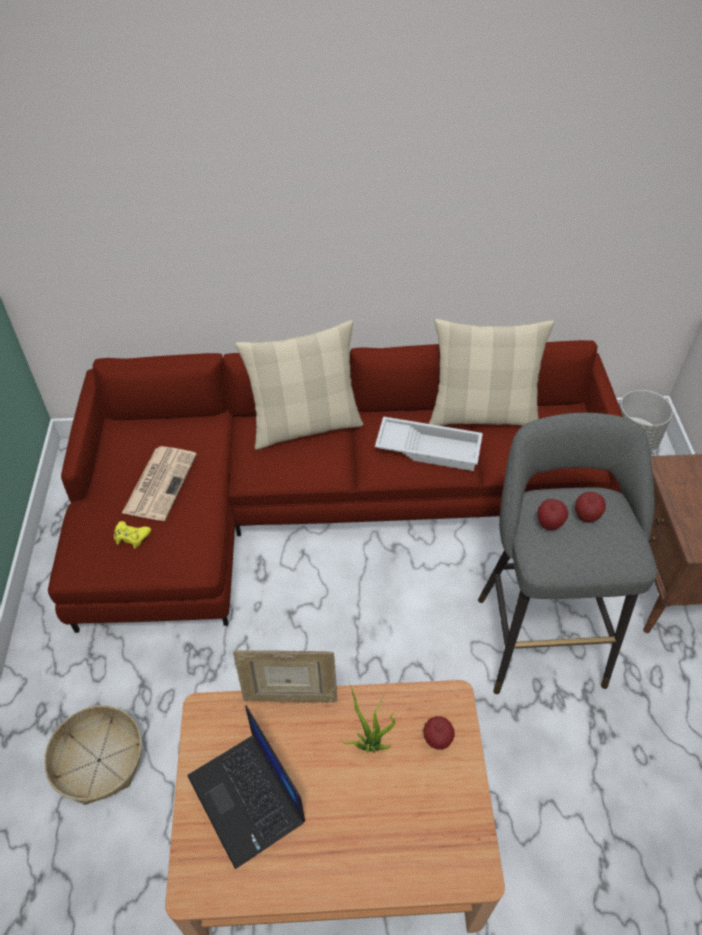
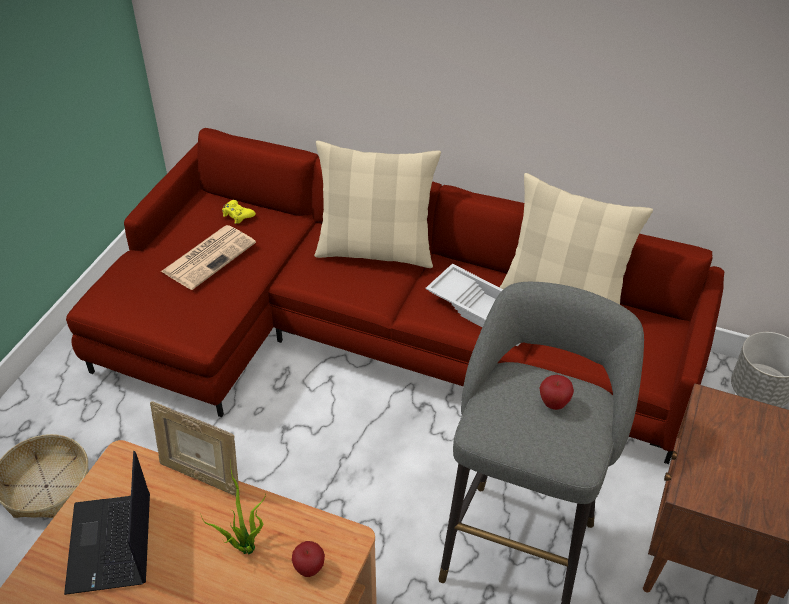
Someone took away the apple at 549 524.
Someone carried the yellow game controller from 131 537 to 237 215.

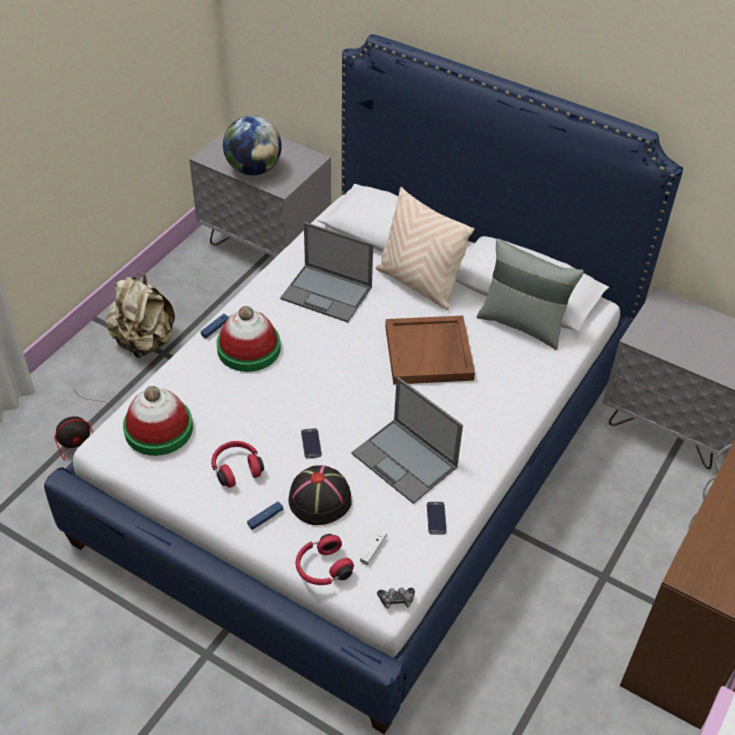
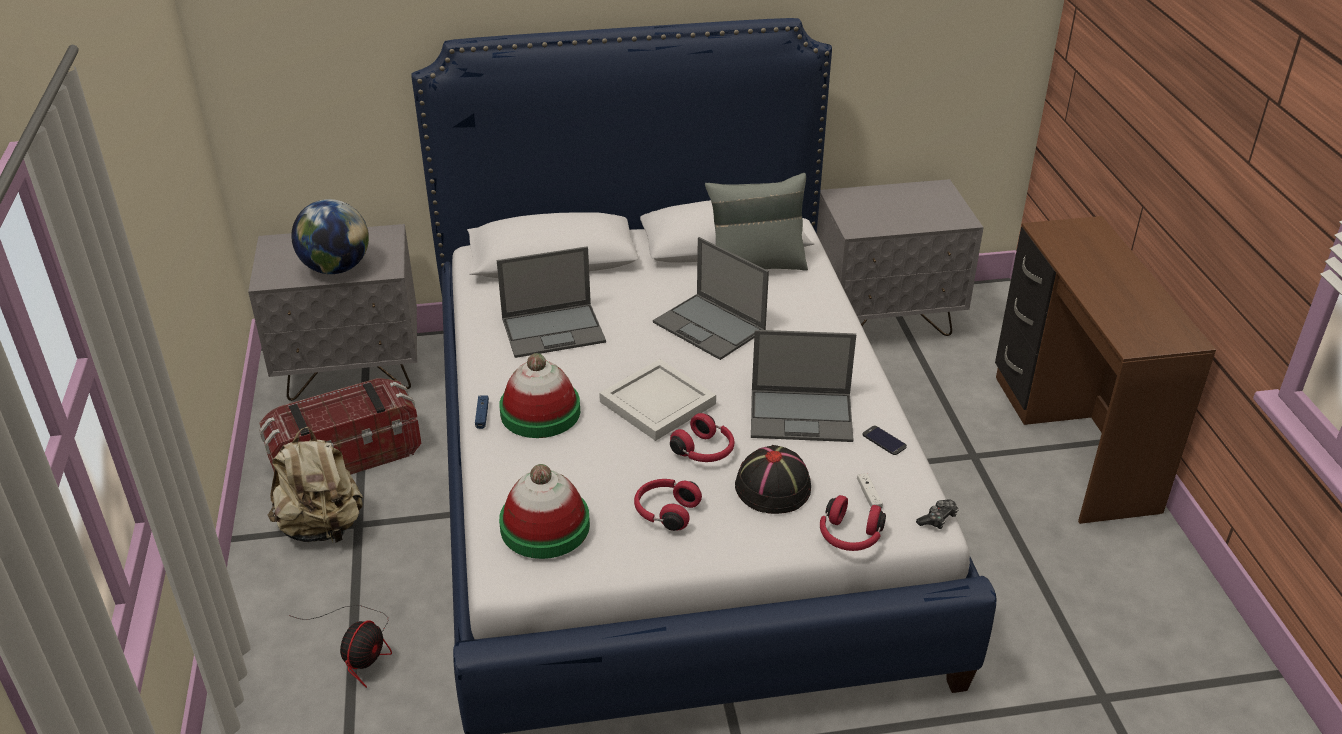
Someone took away the blue game controller at 265 518.
Someone took away the beige pillow at 418 284.
Someone put down the storage box at 345 456.
Someone put down the white tray at 657 404.
Someone swapped the phone at 311 443 for the red headphones at 704 451.
Someone swapped the brown tray at 429 353 for the laptop at 710 327.

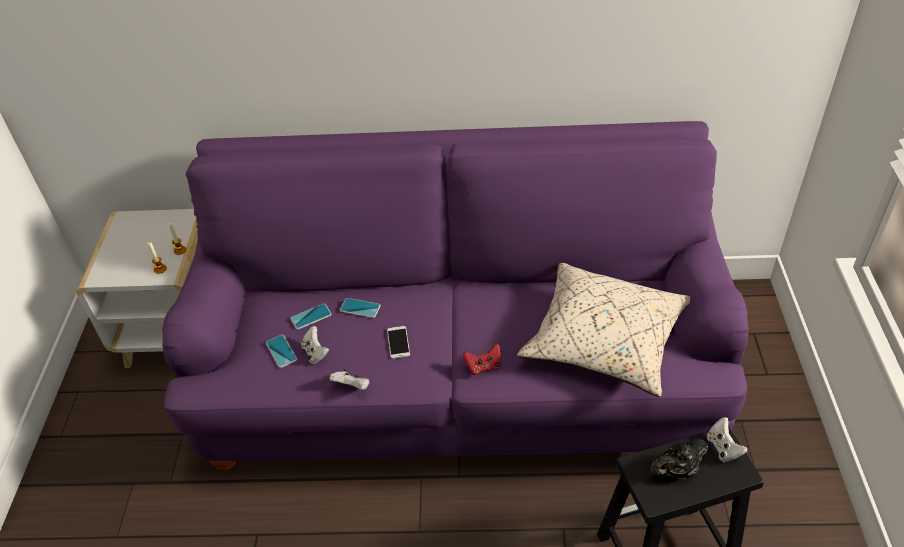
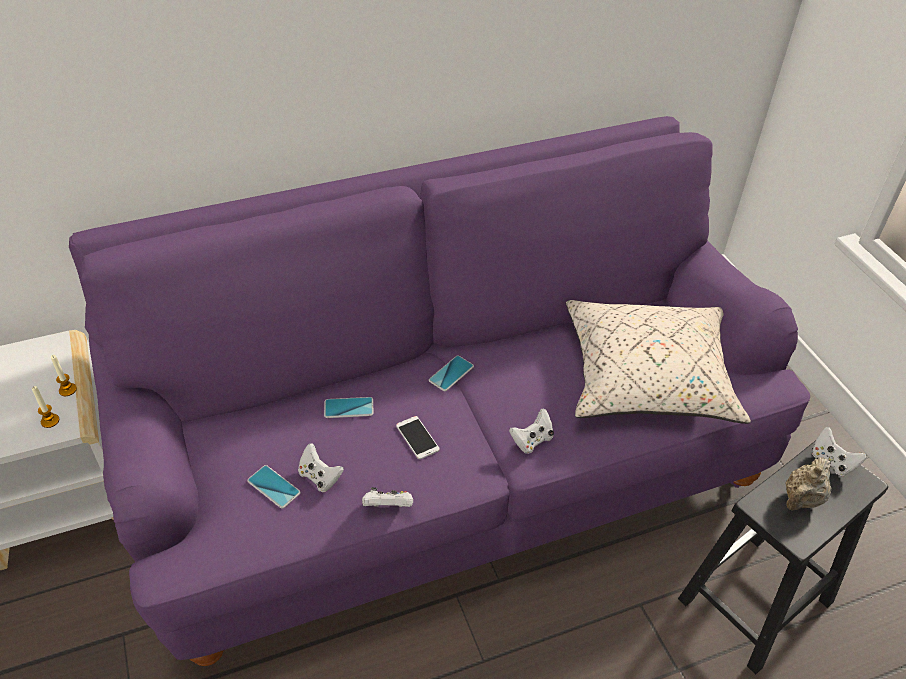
Someone carried the phone from 311 317 to 451 373.
Someone repainted the red game controller at 483 366, which became the white game controller at 532 440.
Someone repainted the black teapot at 677 470, which became the beige teapot at 801 499.

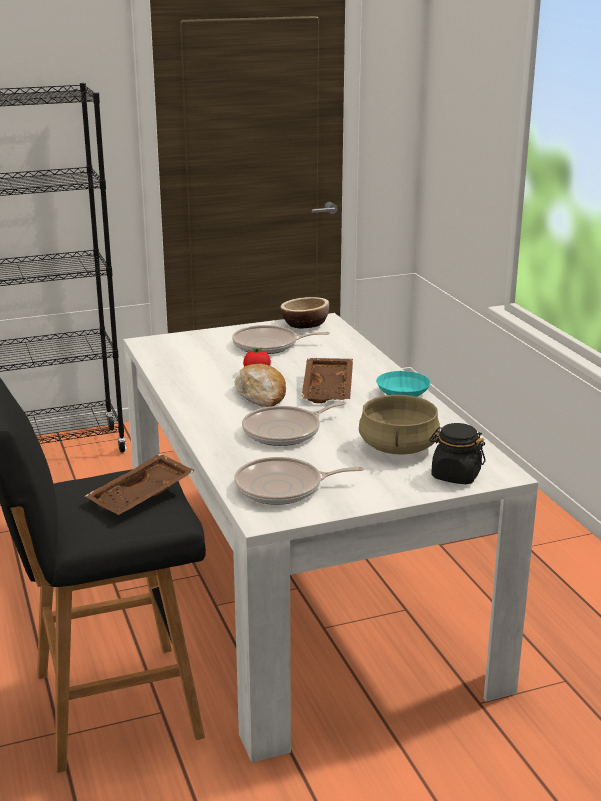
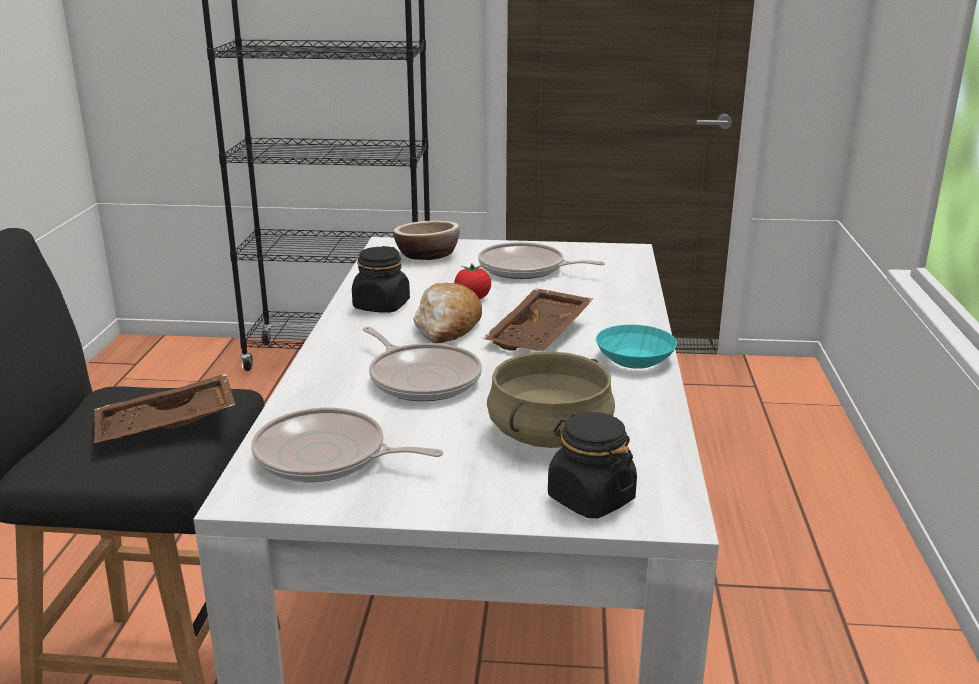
Someone put down the black jar at 381 306.
Someone carried the bowl from 305 324 to 427 256.
Someone rotated the frying pan at 285 431 by 120 degrees counterclockwise.

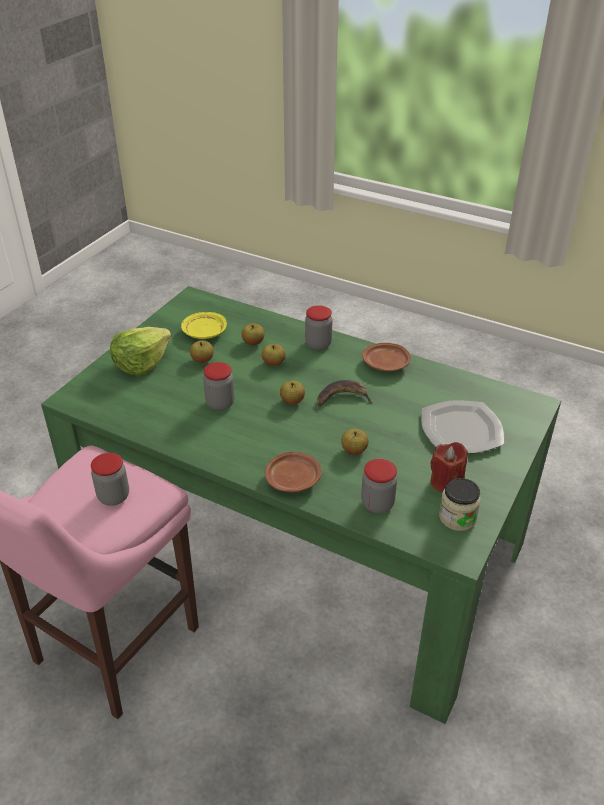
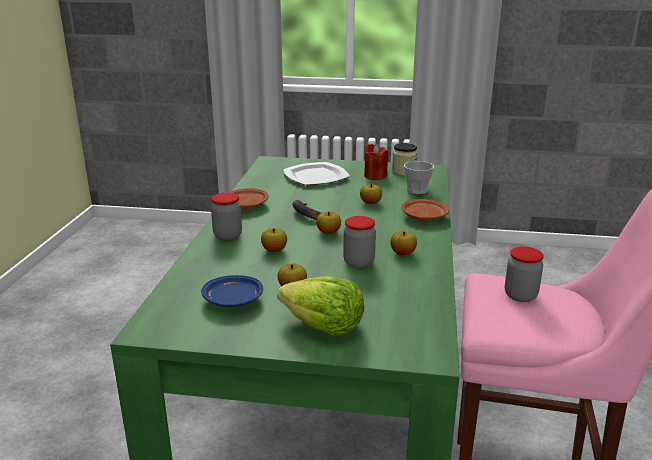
Someone carried the apple from 253 342 to 403 253.
Someone swapped the jar at 377 504 for the cup at 417 190.
Someone repainted the yellow plate at 204 332, which became the blue plate at 234 300.

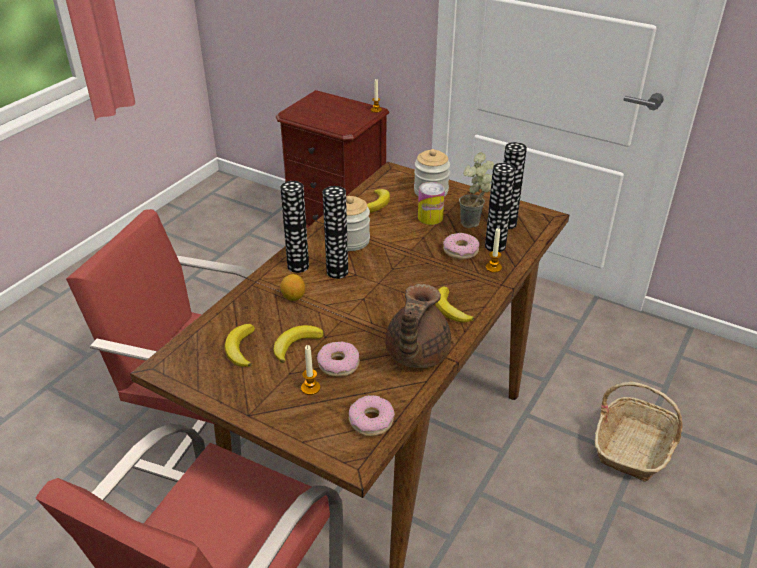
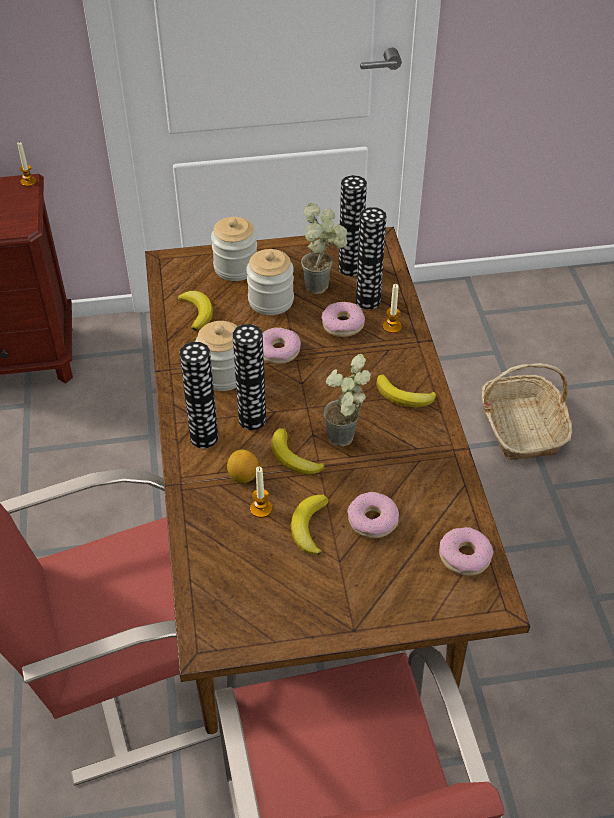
Someone took away the brown teapot at 415 354.
Someone put down the donut at 278 351.
Someone put down the potted plant at 346 442.
Someone carried the banana from 240 349 to 293 457.
Someone carried the candle from 310 388 to 261 509.
Someone swapped the can at 430 217 for the jar at 271 301.

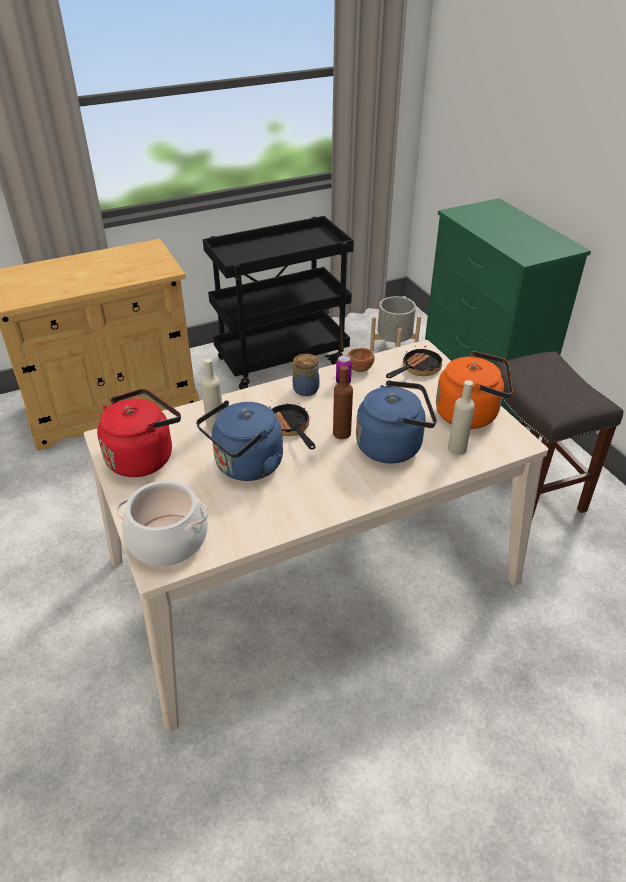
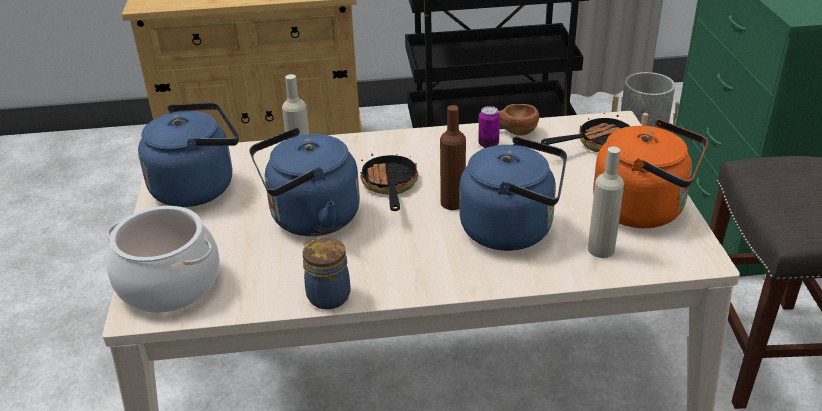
Someone carried the jar from 305 388 to 329 295.
Someone repainted the red kettle at 143 457, which became the blue kettle at 198 187.

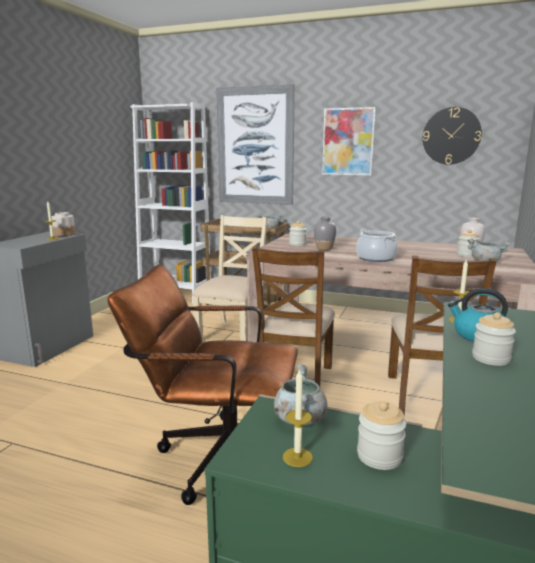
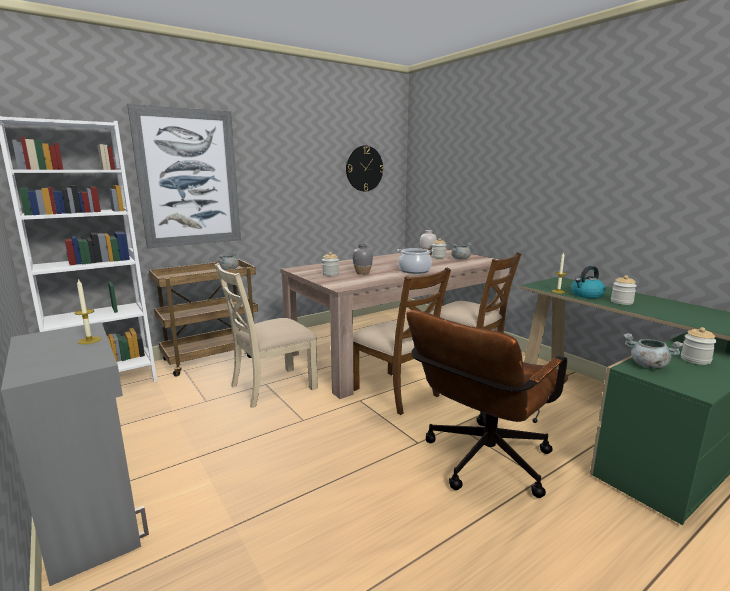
Someone took away the jar at 64 234.
Someone took away the candle at 297 457.
Someone took away the picture at 348 142.
Someone rotated the beige chair at 233 333 by 90 degrees counterclockwise.

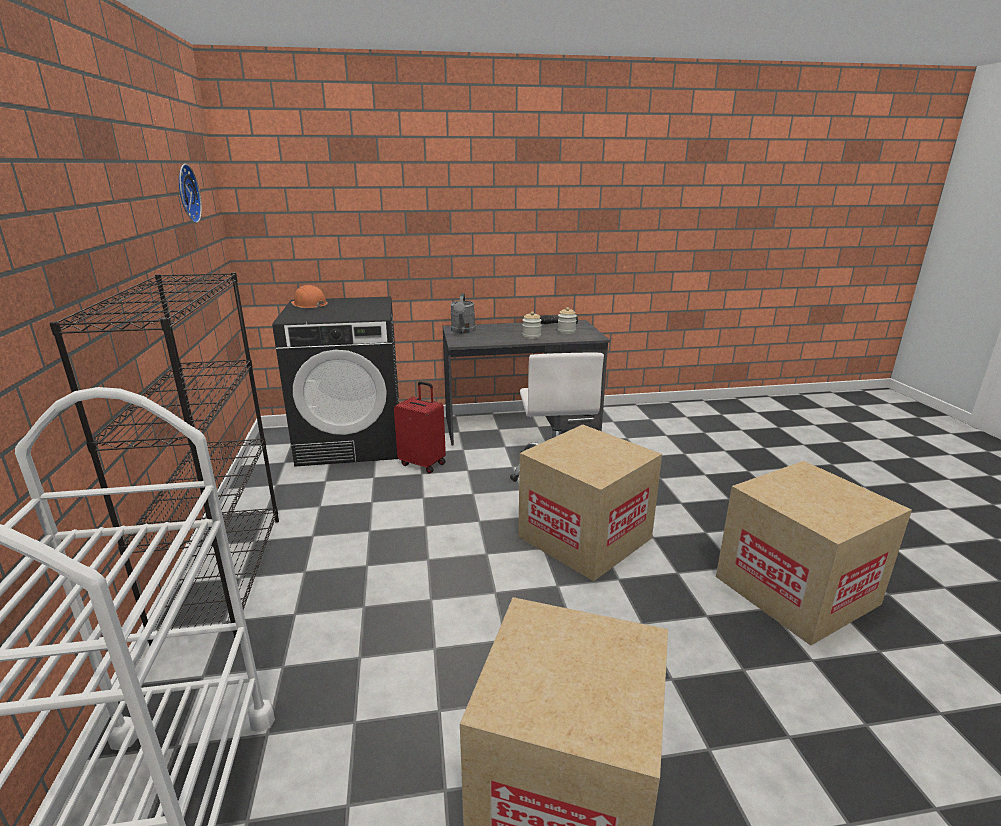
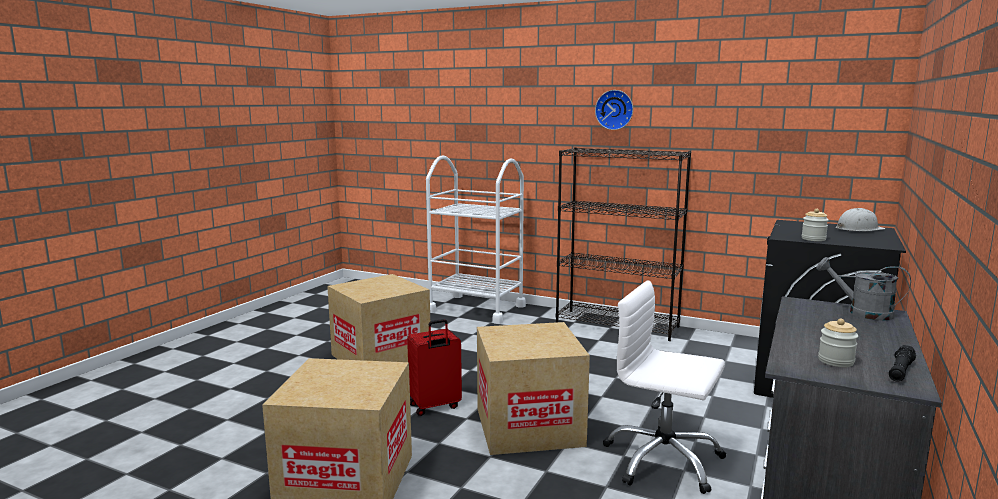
Someone carried the wall clock from 185 193 to 614 110.
Someone carried the red suitcase from 423 463 to 435 406.
Someone carried the jar from 531 336 to 813 239.
Someone repainted the orange hard hat at 309 304, which became the white hard hat at 858 229.

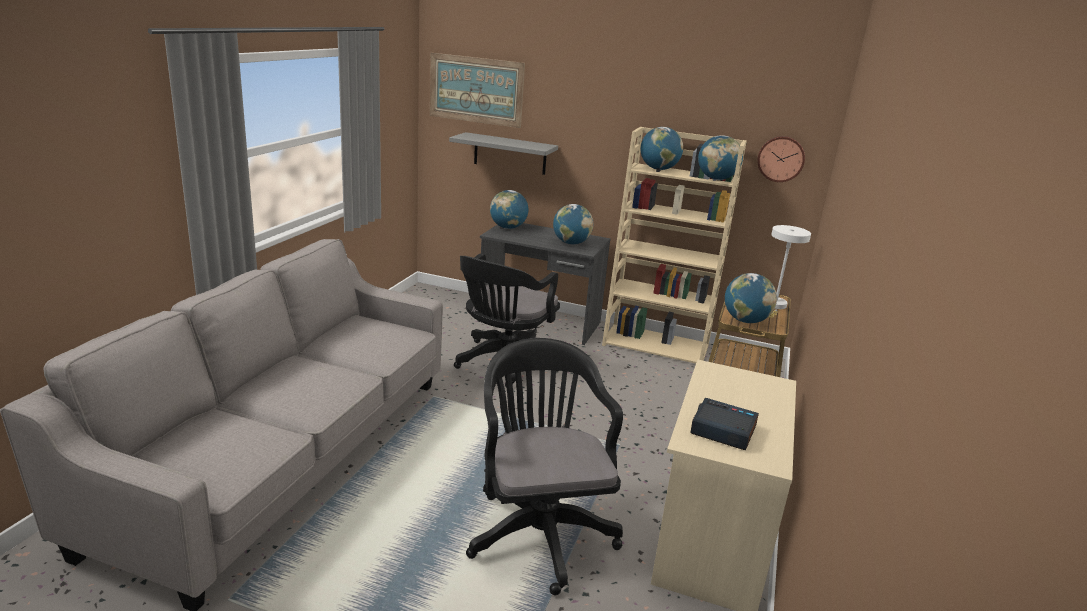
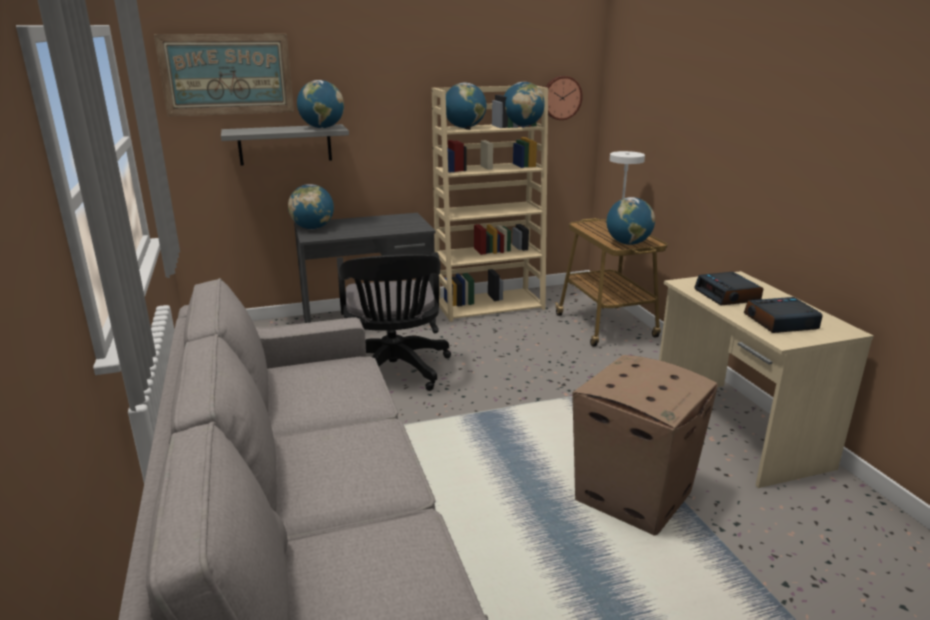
Someone put down the alarm clock at 728 295.
Someone carried the globe from 571 243 to 322 128.
Someone swapped the black office chair at 539 530 for the cardboard box at 634 495.

